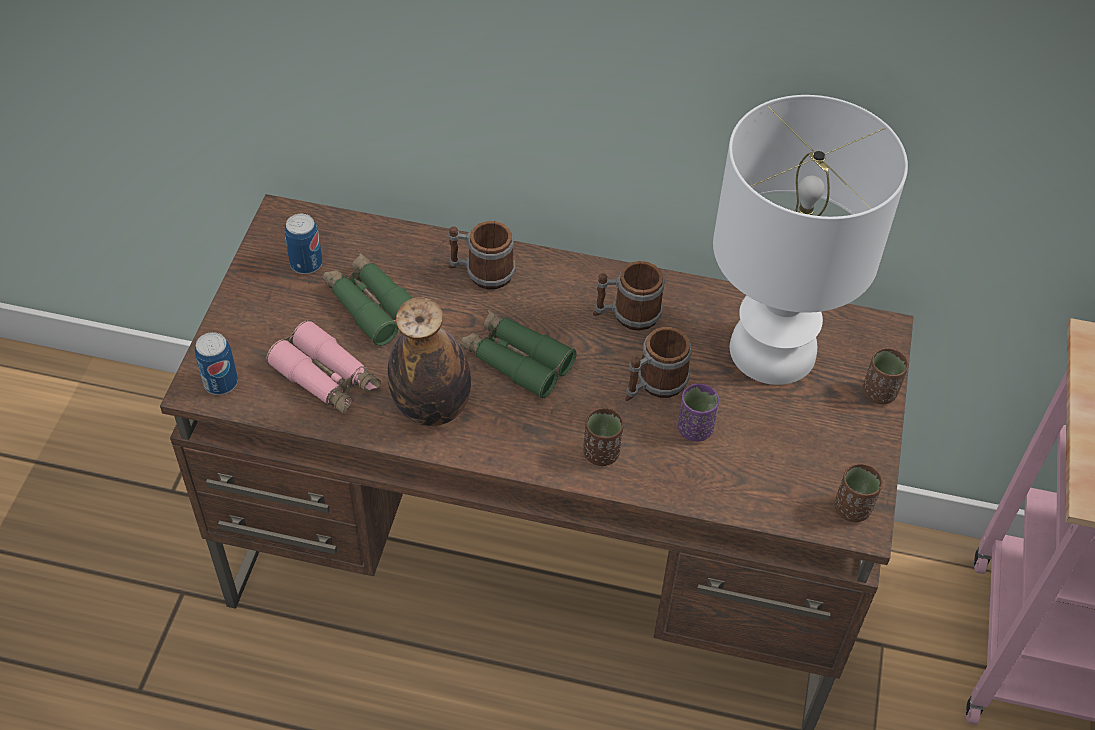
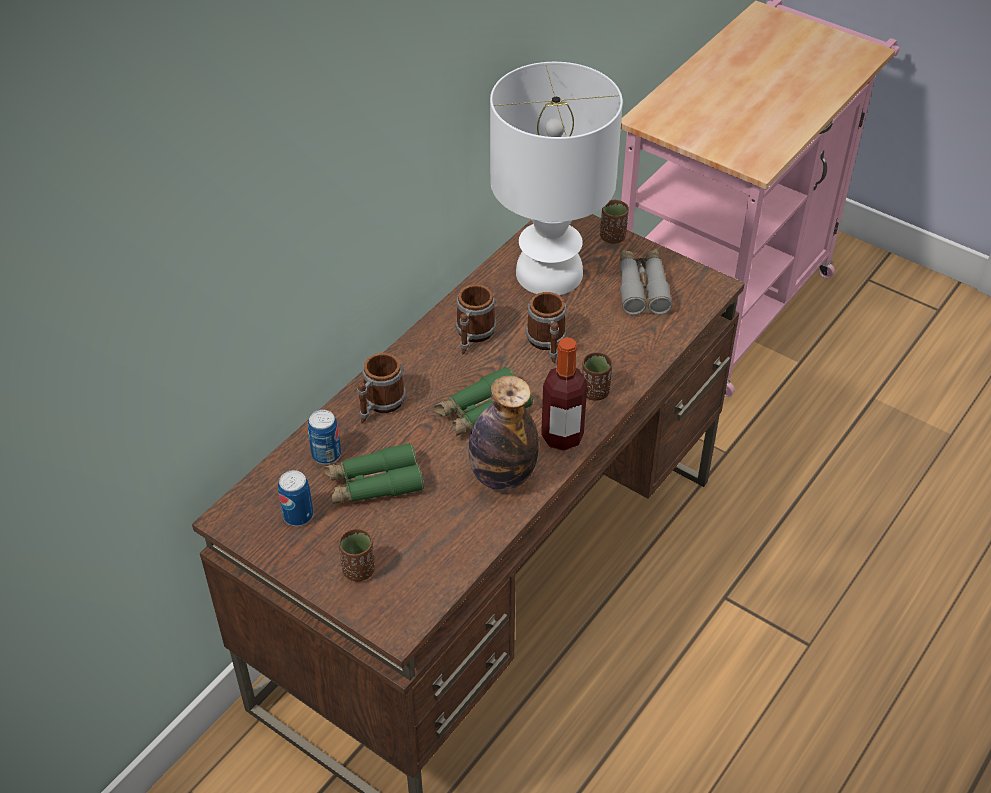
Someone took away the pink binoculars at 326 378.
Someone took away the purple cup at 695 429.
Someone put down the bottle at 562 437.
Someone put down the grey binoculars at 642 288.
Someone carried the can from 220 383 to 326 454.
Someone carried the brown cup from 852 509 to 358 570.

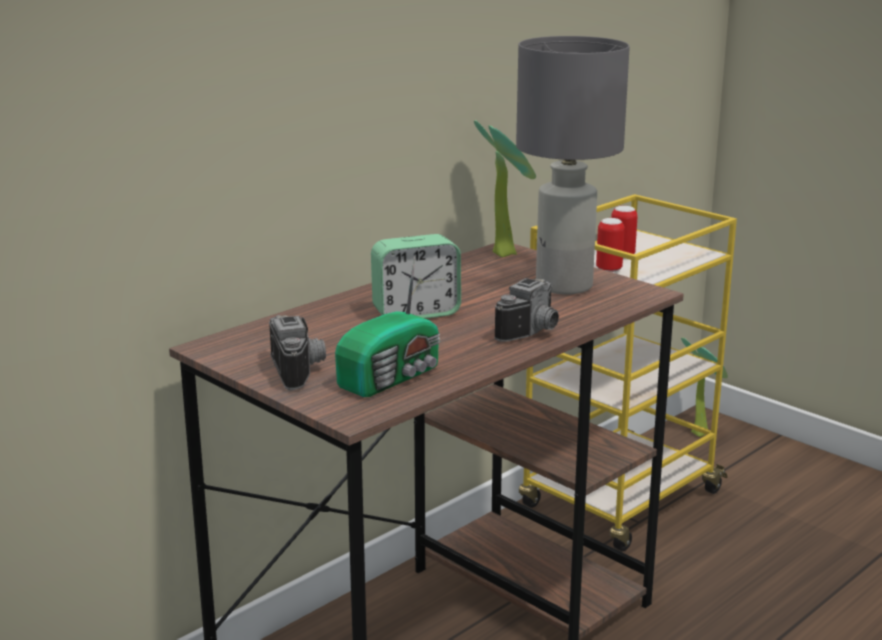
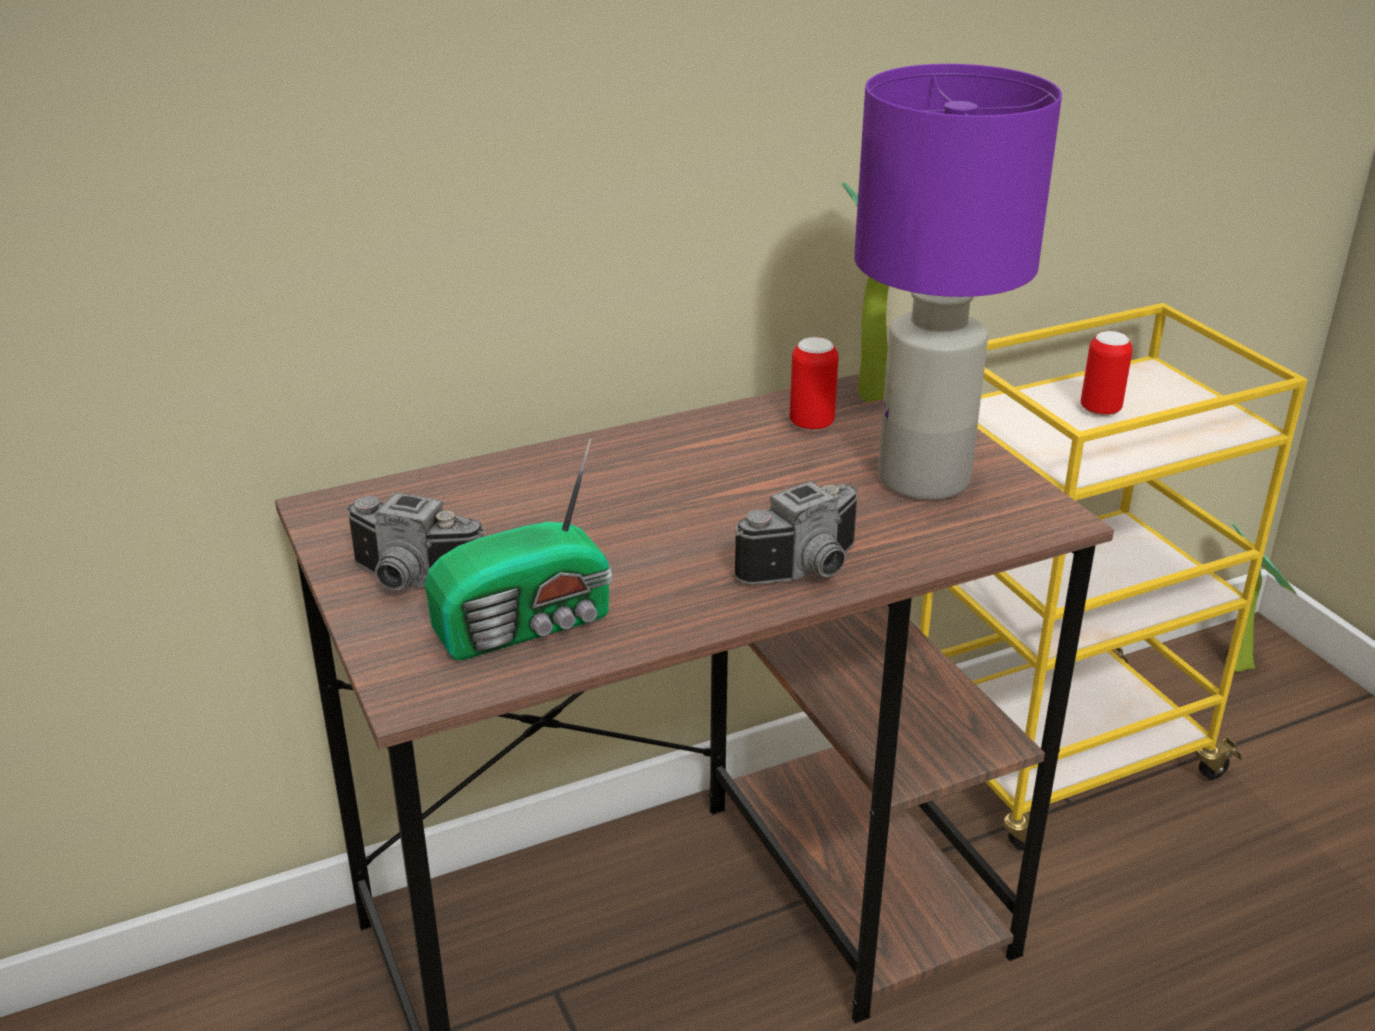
Someone took away the alarm clock at 416 313.
Someone carried the can from 609 269 to 811 424.
Someone repainted the grey table lamp at 563 286, which became the purple table lamp at 922 480.
Someone rotated the photo camera at 301 370 by 105 degrees clockwise.

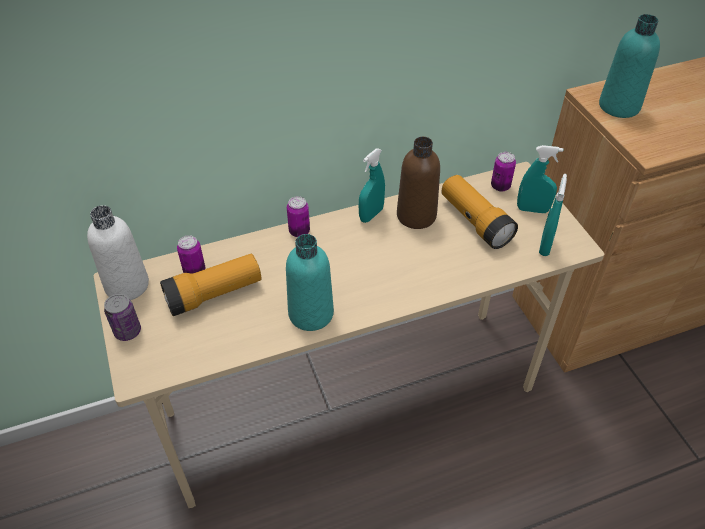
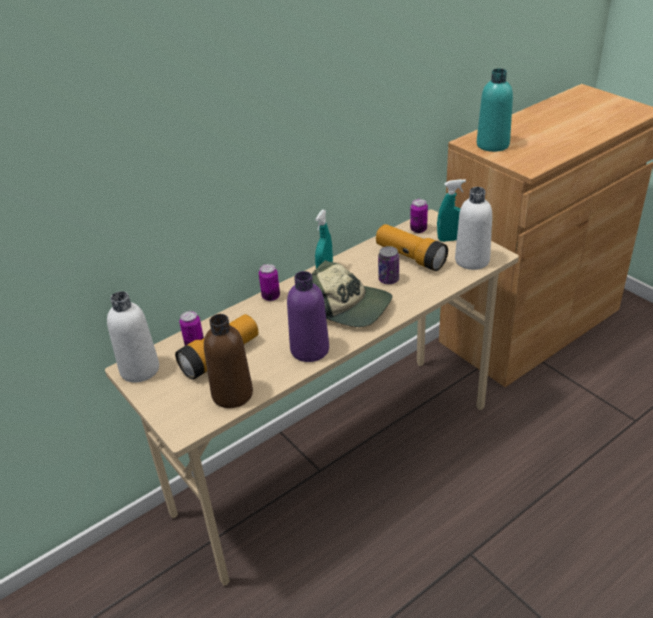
Someone put down the cap at 348 307.
Someone carried the can from 127 331 to 388 280.
Someone carried the brown bottle from 416 215 to 232 394.
Someone swapped the turquoise spray bottle at 545 246 for the white bottle at 472 260.
Someone repainted the turquoise bottle at 311 314, which became the purple bottle at 309 349.

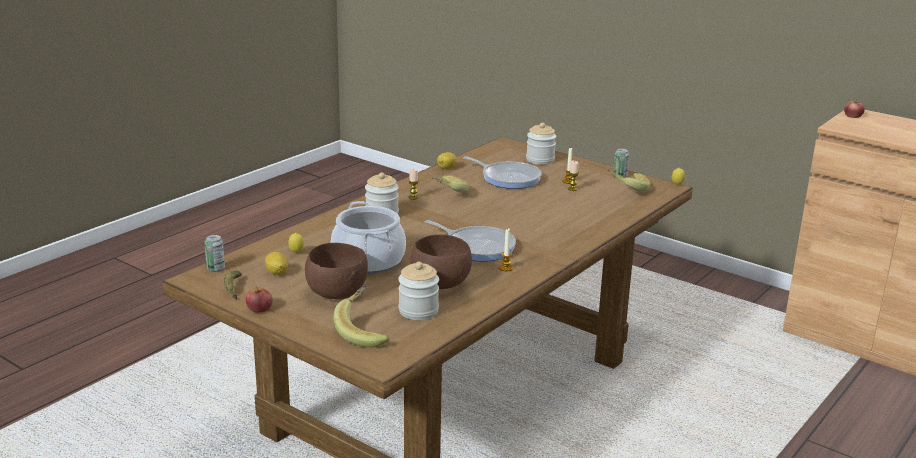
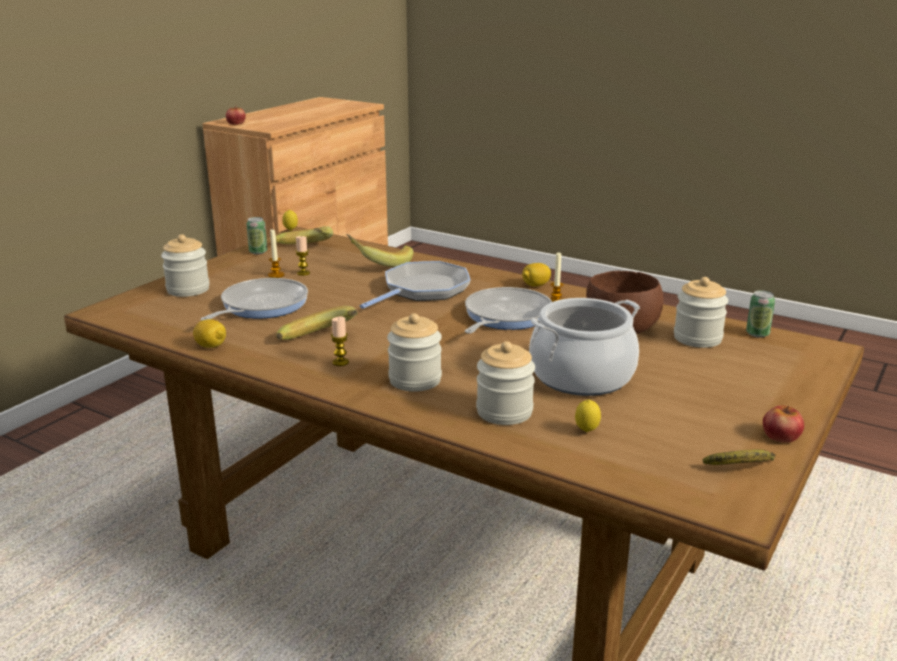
Someone took away the brown bowl at 338 294.
Someone put down the frying pan at 423 290.
Someone put down the jar at 504 412.
Someone carried the can from 215 268 to 757 334.
Someone carried the lemon from 277 273 to 535 285.
Someone carried the banana from 365 331 to 380 263.

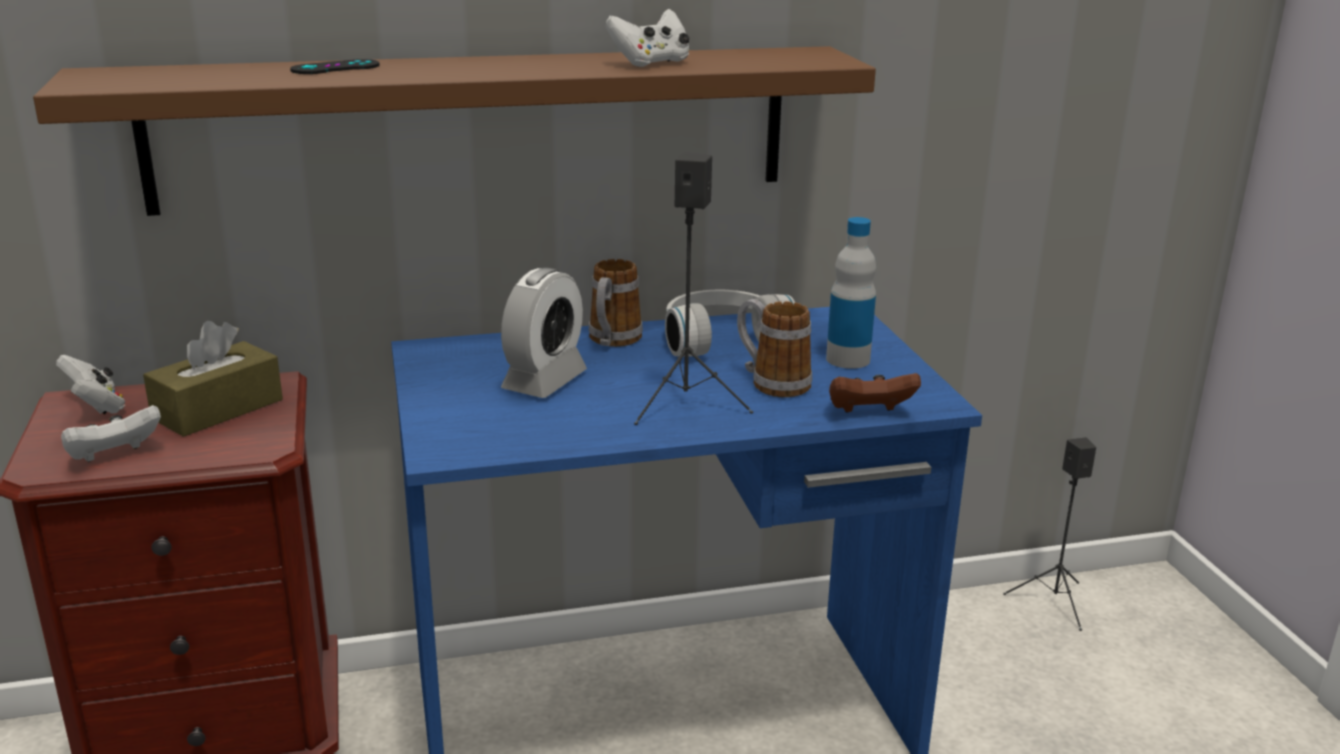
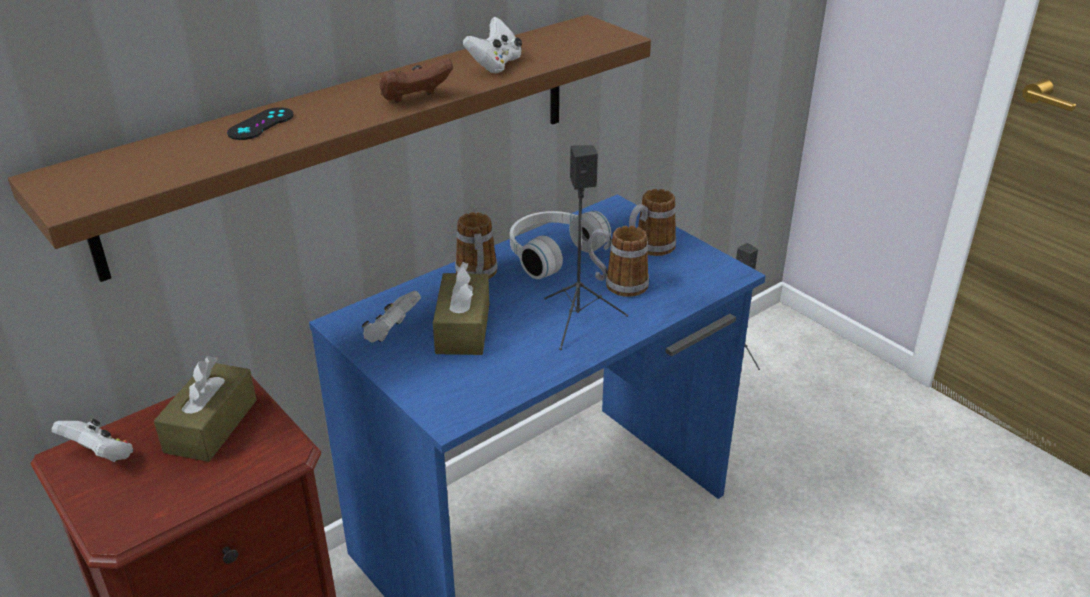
Someone carried the white game controller from 114 456 to 391 333.
Someone carried the brown game controller from 869 412 to 414 99.
Someone swapped the alarm clock at 544 381 for the brown tissue box at 463 328.
Someone swapped the bottle at 848 359 for the mug at 649 249.

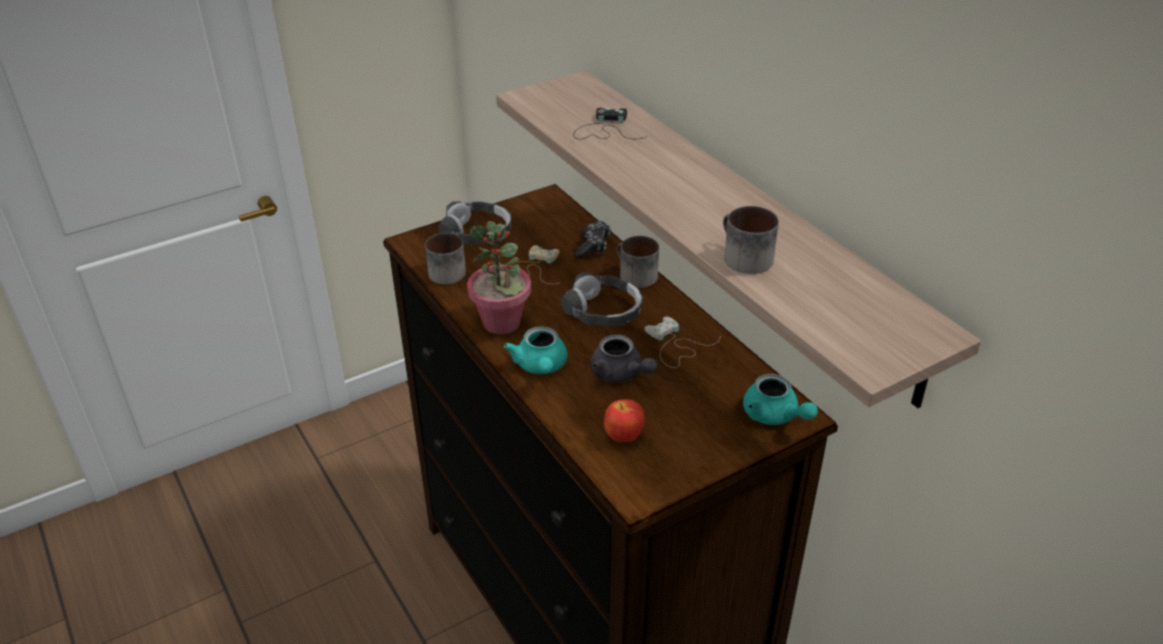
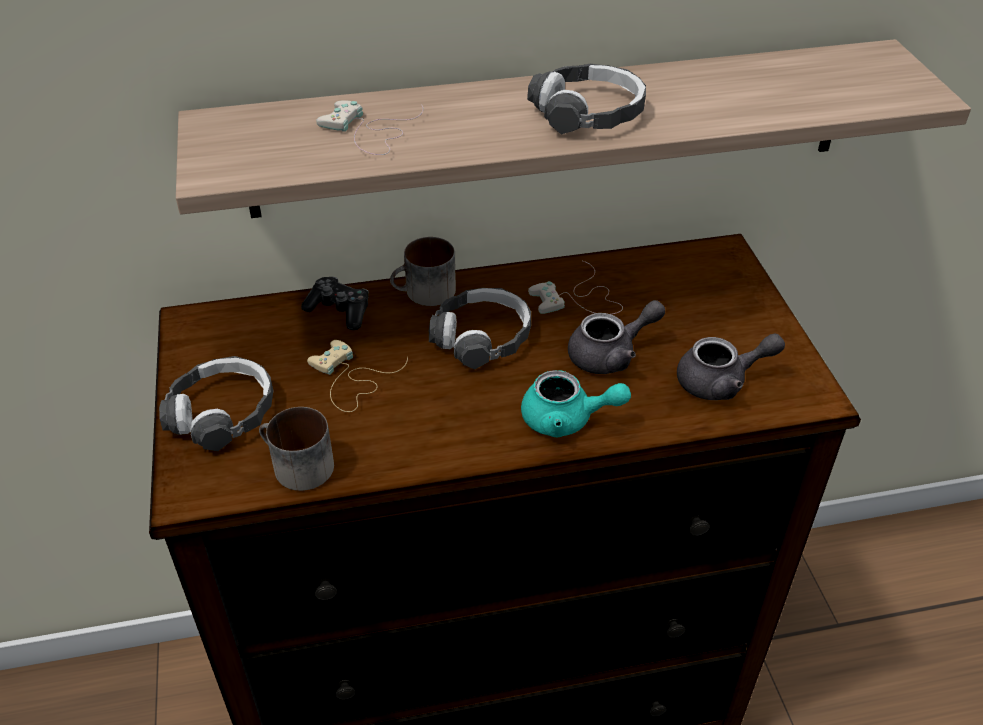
Someone took away the potted plant at 502 323.
Someone took away the mug at 742 257.
Someone took away the turquoise teapot at 774 416.
Someone put down the headphones at 588 113.
Someone swapped the apple at 623 437 for the grey teapot at 721 382.
Someone repainted the black game controller at 605 130, which became the white game controller at 369 132.

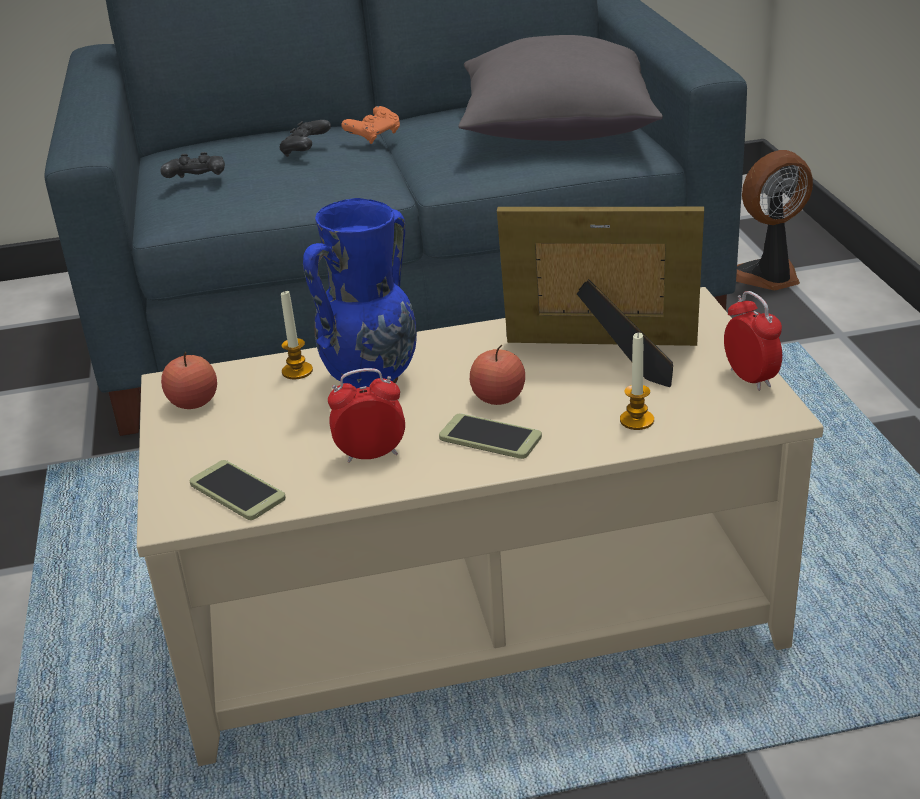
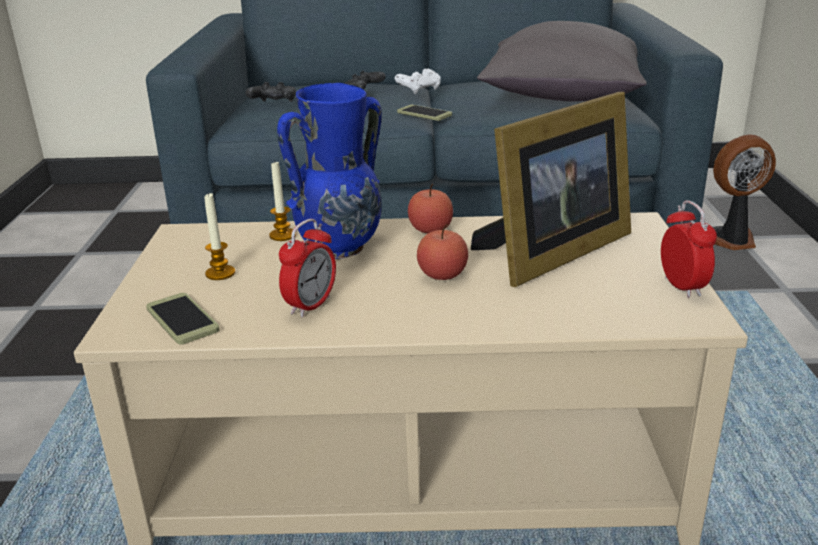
Someone carried the apple from 193 402 to 430 230.
Someone carried the phone from 490 437 to 424 114.
Someone carried the candle from 636 420 to 220 273.
Someone repainted the orange game controller at 374 136, which became the white game controller at 419 90.
Someone rotated the alarm clock at 371 455 by 120 degrees clockwise.
Someone rotated the picture frame at 606 355 by 120 degrees clockwise.

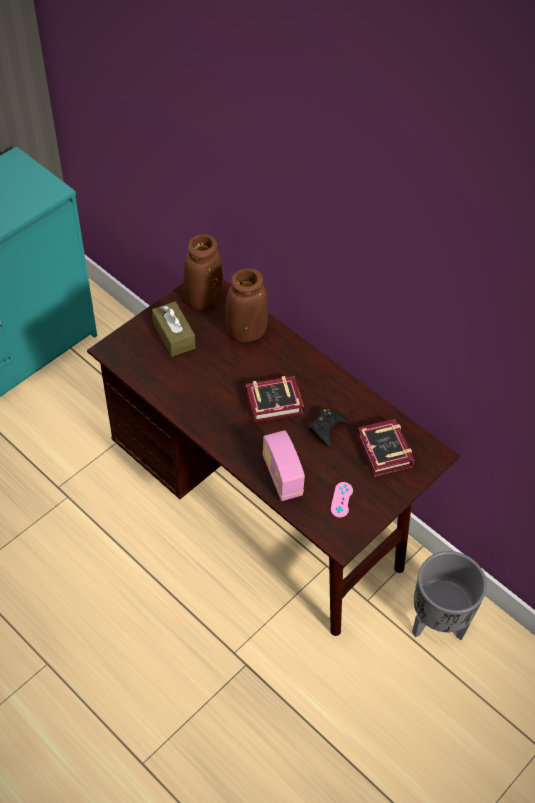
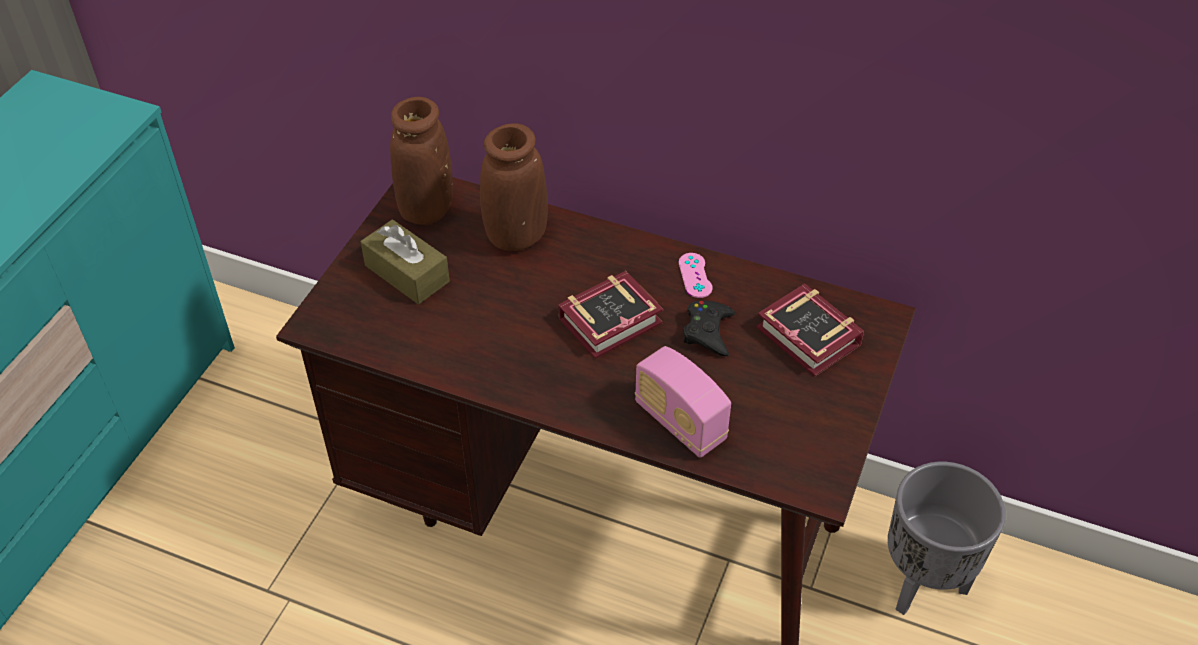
Someone carried the pink game controller from 341 499 to 695 275.

